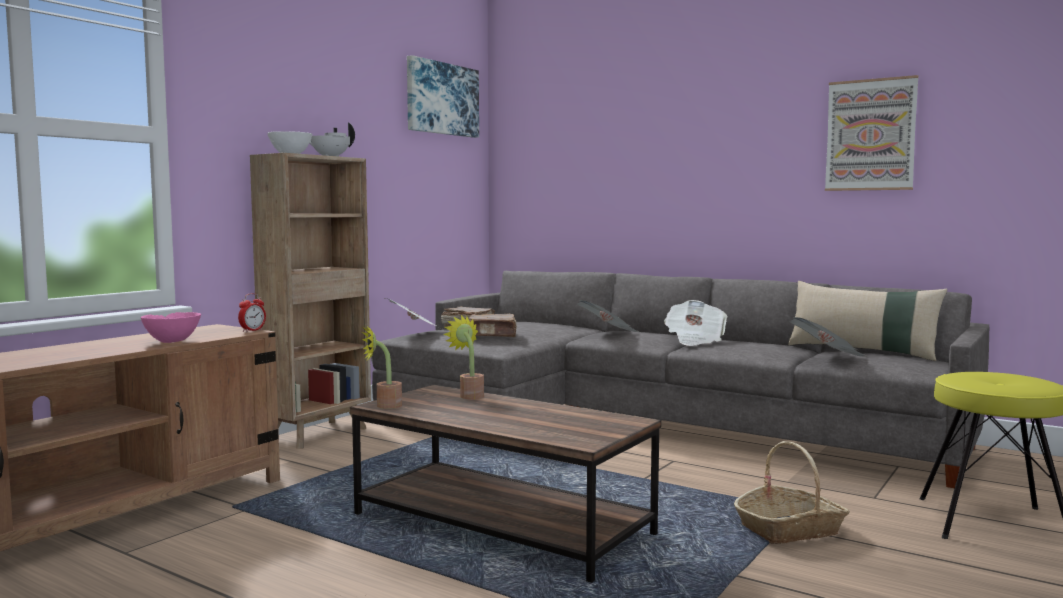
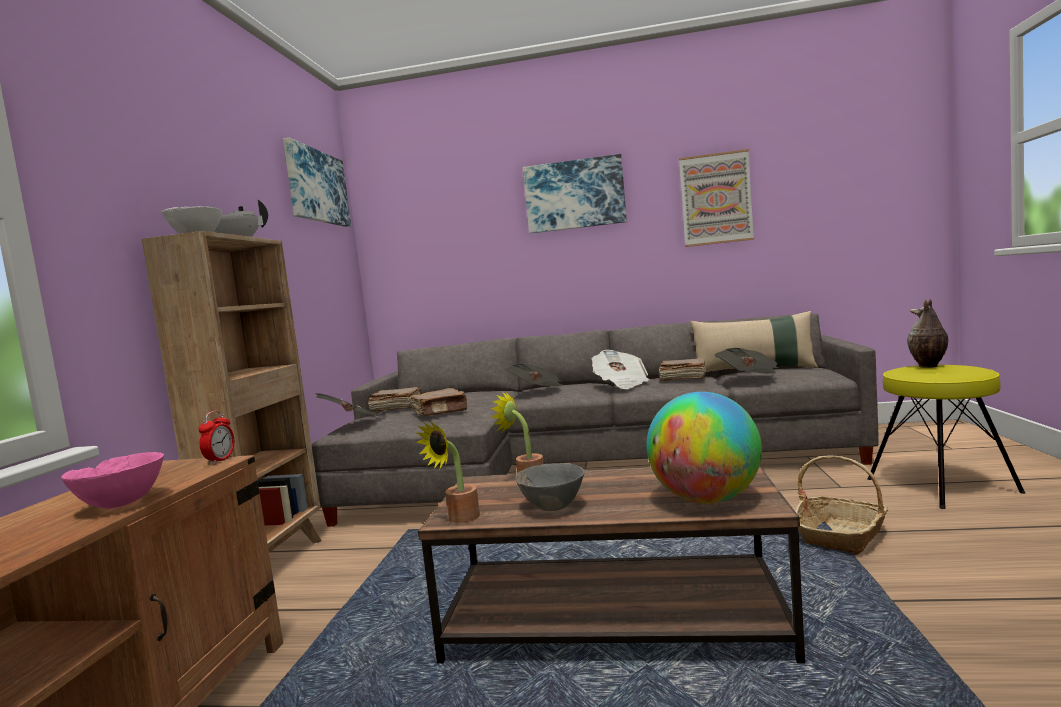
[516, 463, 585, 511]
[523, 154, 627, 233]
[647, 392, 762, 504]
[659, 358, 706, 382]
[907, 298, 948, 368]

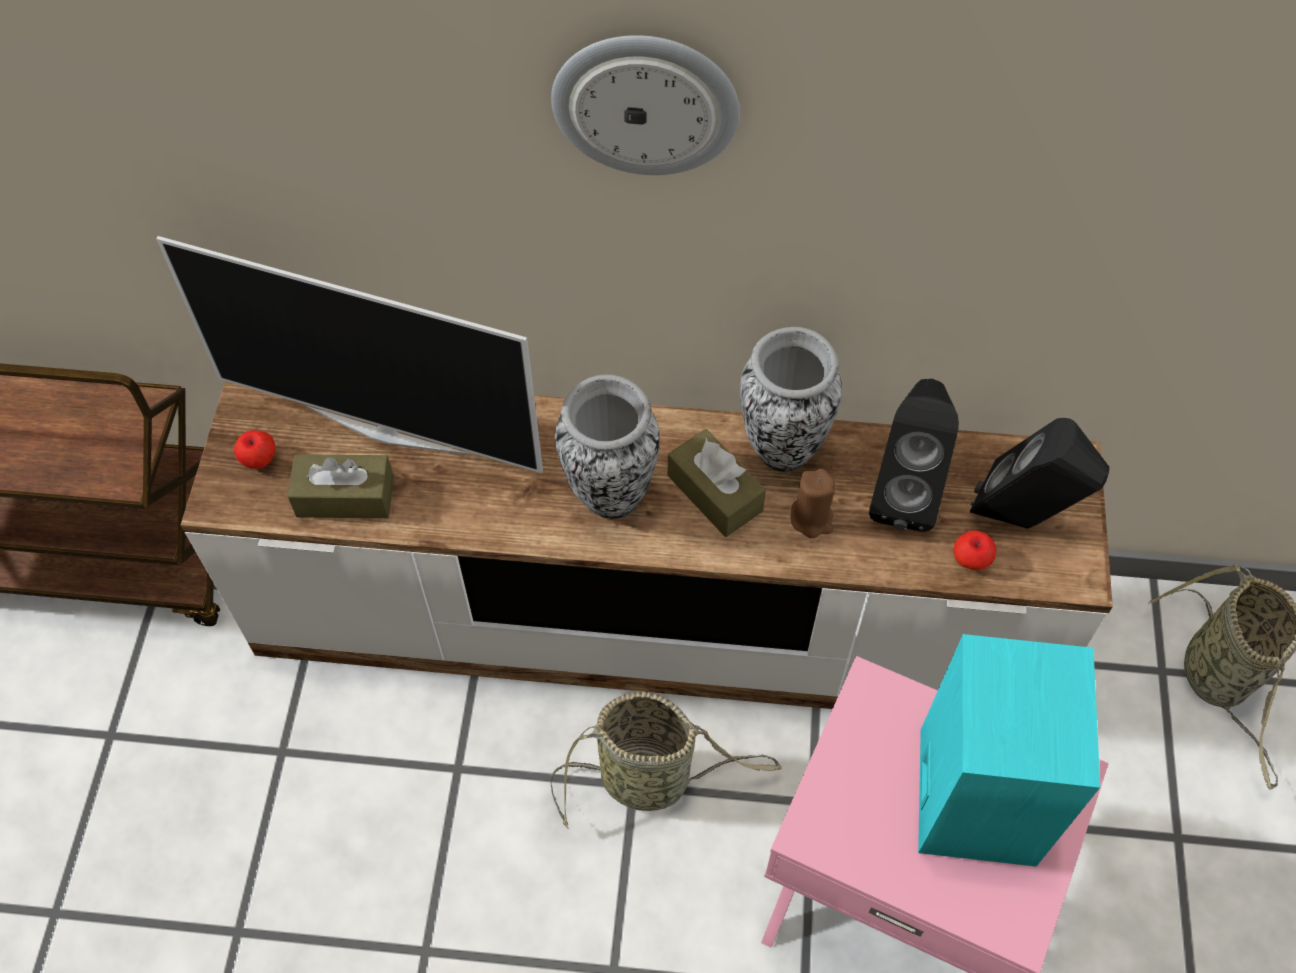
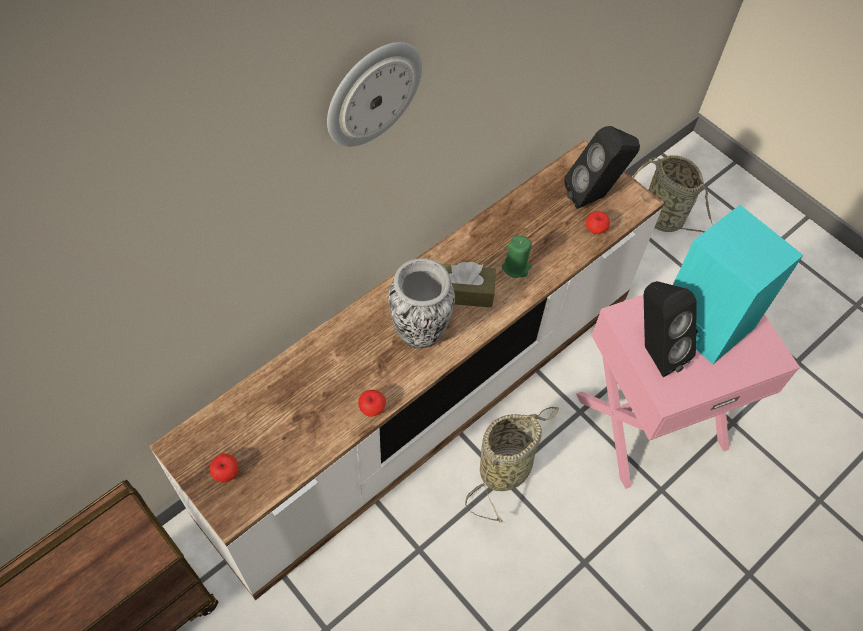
[156, 236, 543, 473] (first image)
[287, 454, 394, 518] (first image)
[740, 327, 842, 472] (first image)
[358, 390, 386, 417]
[644, 281, 697, 377]
[502, 236, 532, 278]

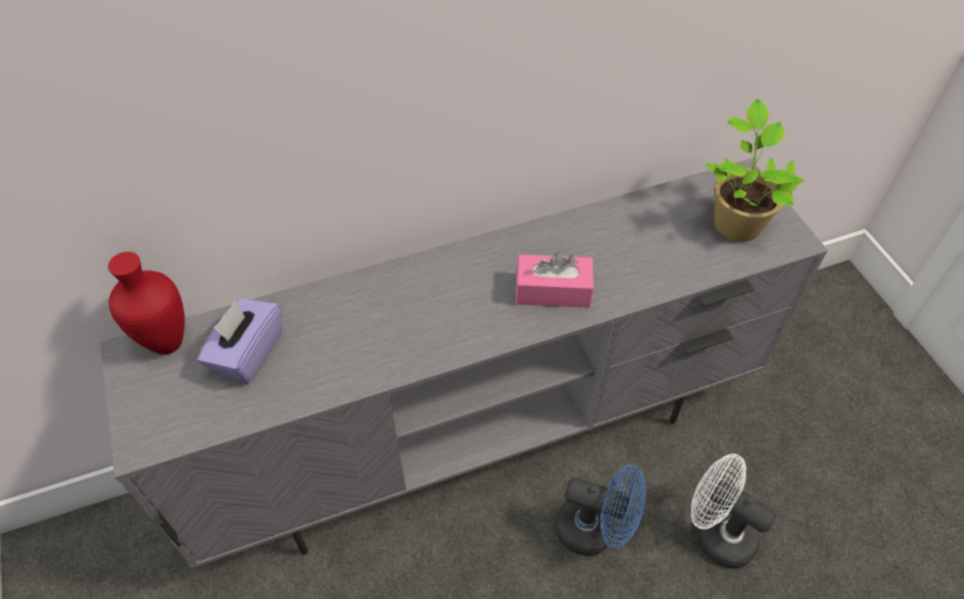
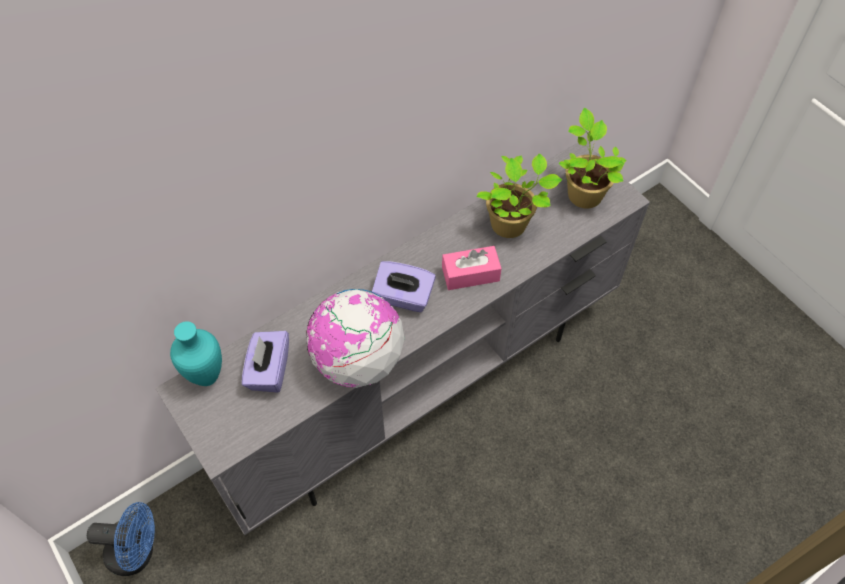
[691, 454, 776, 569] (first image)
[306, 289, 405, 388]
[372, 261, 436, 312]
[476, 153, 562, 238]
[87, 502, 155, 576]
[170, 321, 222, 386]

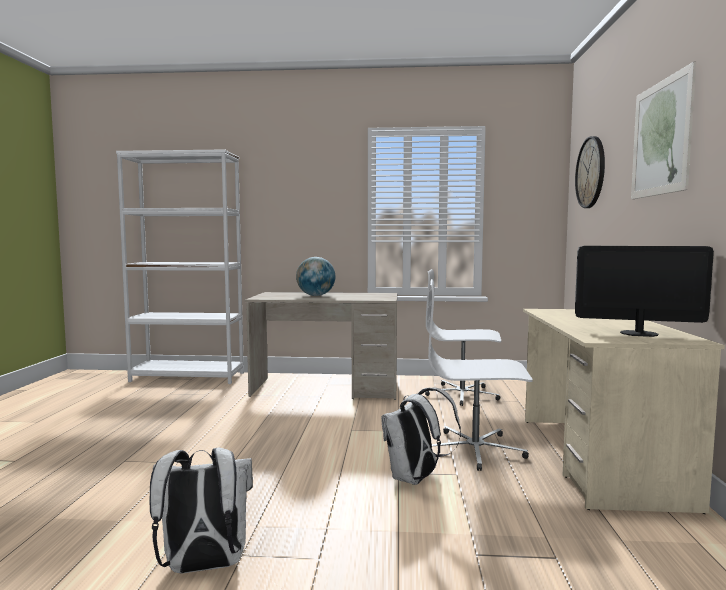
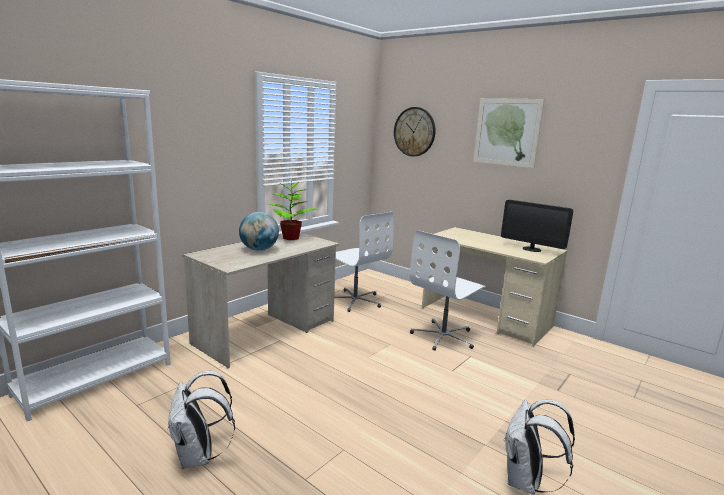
[268, 181, 316, 240]
[167, 371, 235, 469]
[334, 212, 394, 312]
[501, 200, 573, 252]

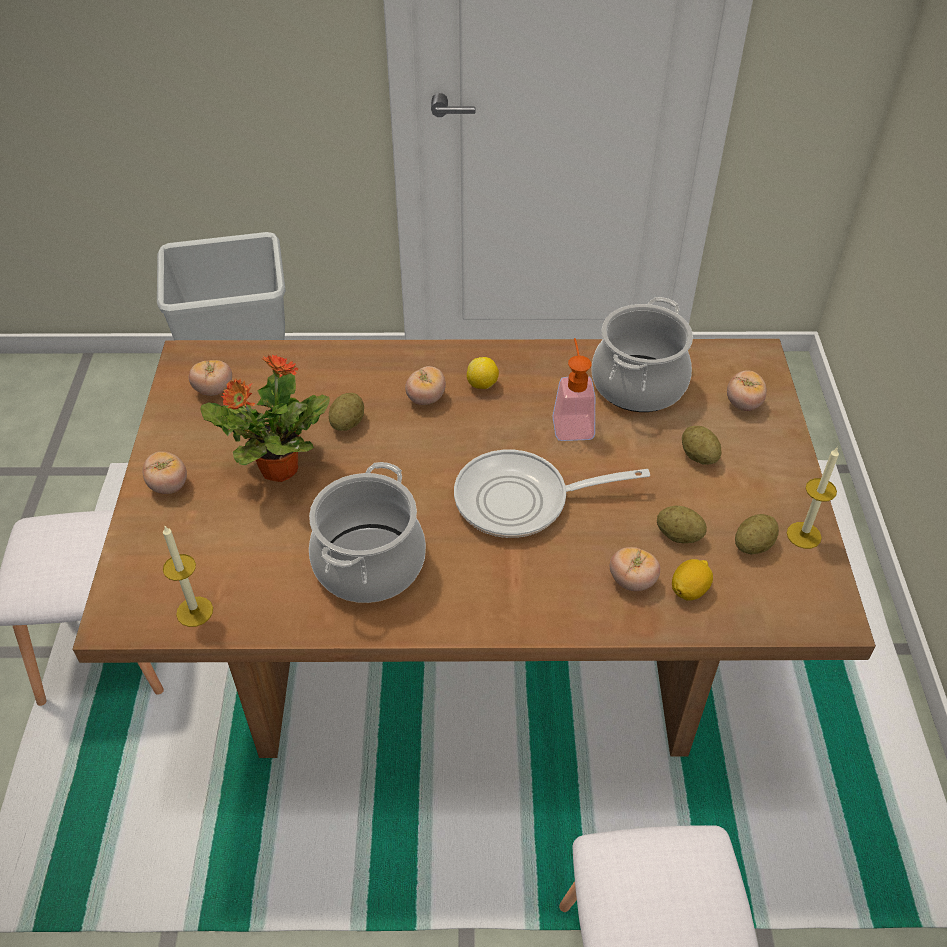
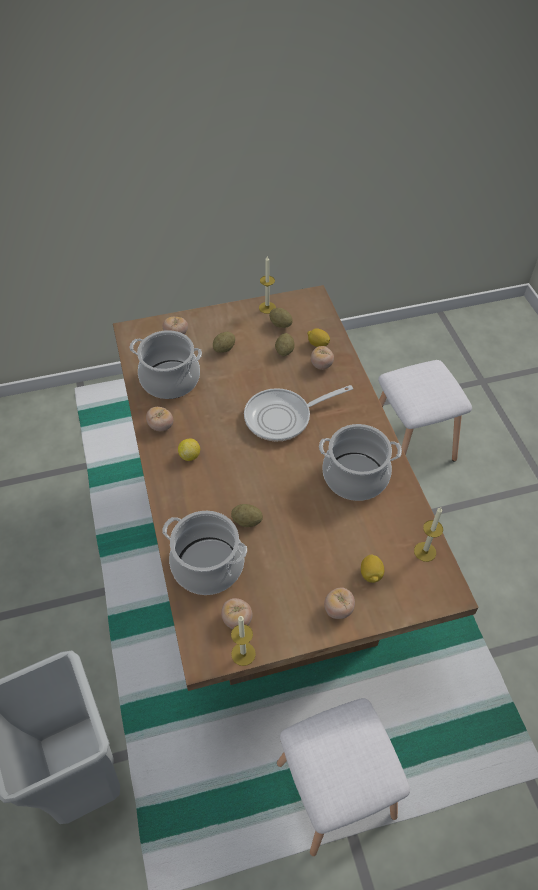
[200, 354, 330, 482] (first image)
[552, 338, 595, 441] (first image)
[162, 511, 247, 595]
[231, 616, 256, 666]
[361, 554, 384, 583]
[146, 407, 173, 431]
[244, 385, 353, 442]

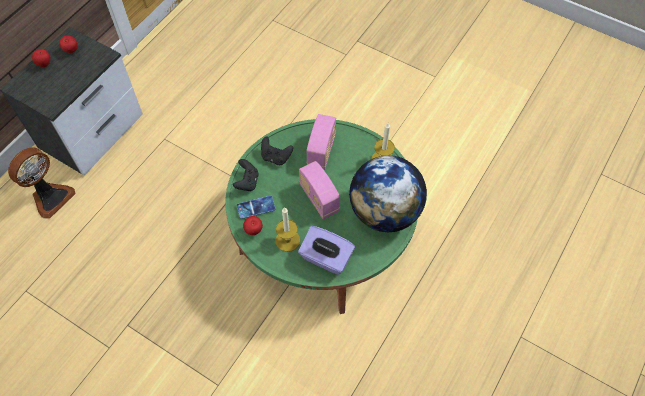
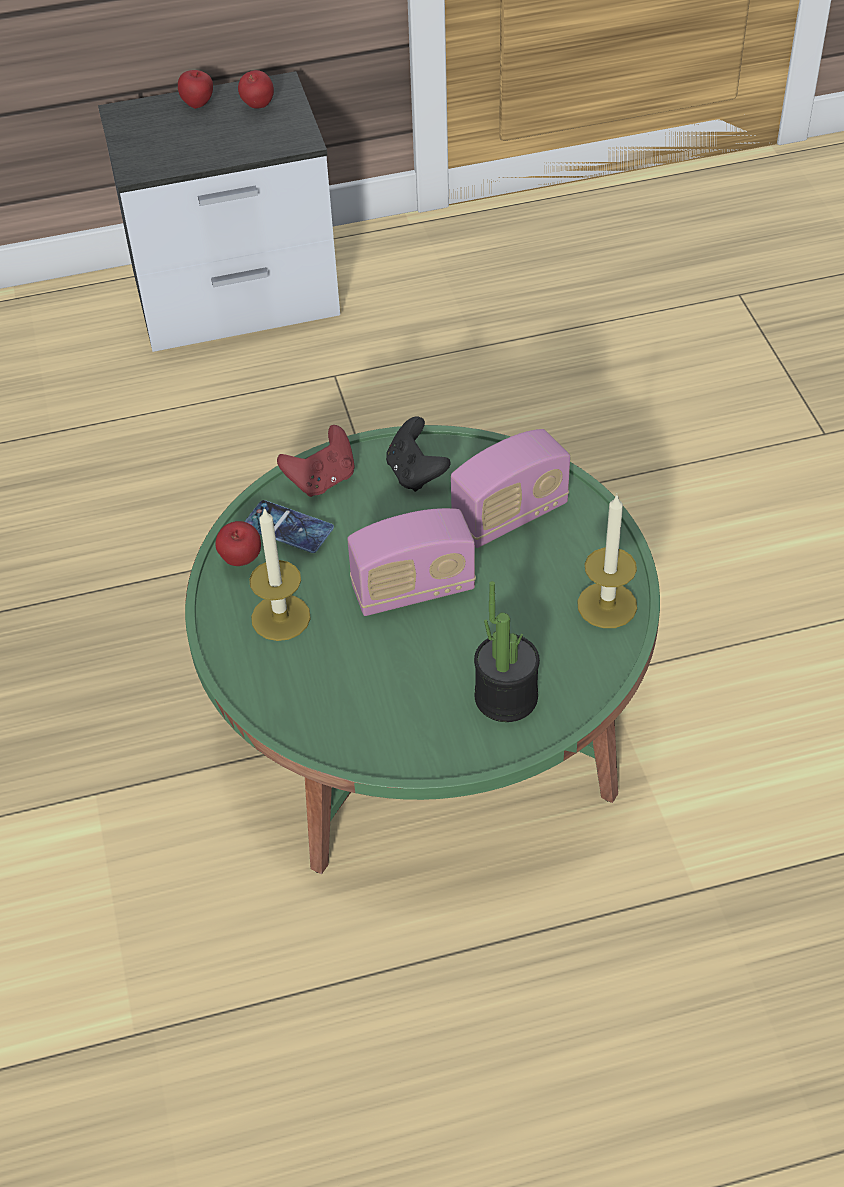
[8, 147, 76, 219] (first image)
[298, 226, 355, 275] (first image)
[474, 581, 540, 722]
[277, 425, 355, 497]
[347, 508, 476, 616]

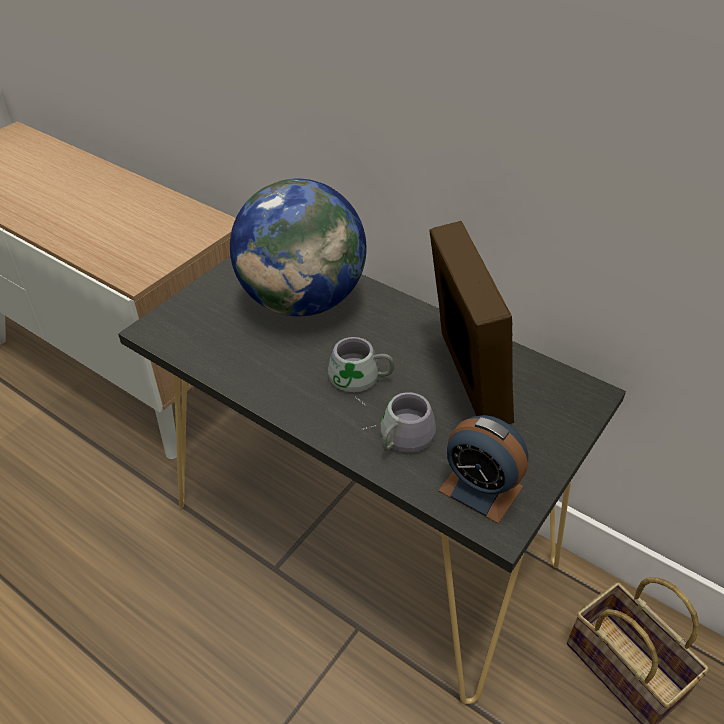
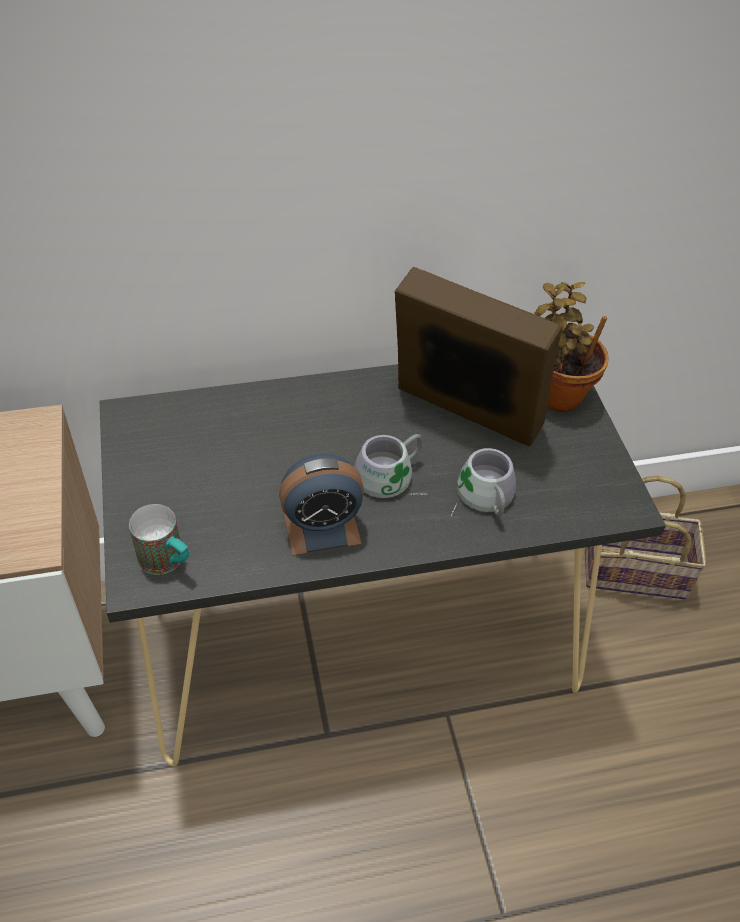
[230, 179, 366, 316] (first image)
[129, 504, 189, 575]
[535, 282, 609, 411]
[279, 454, 364, 556]

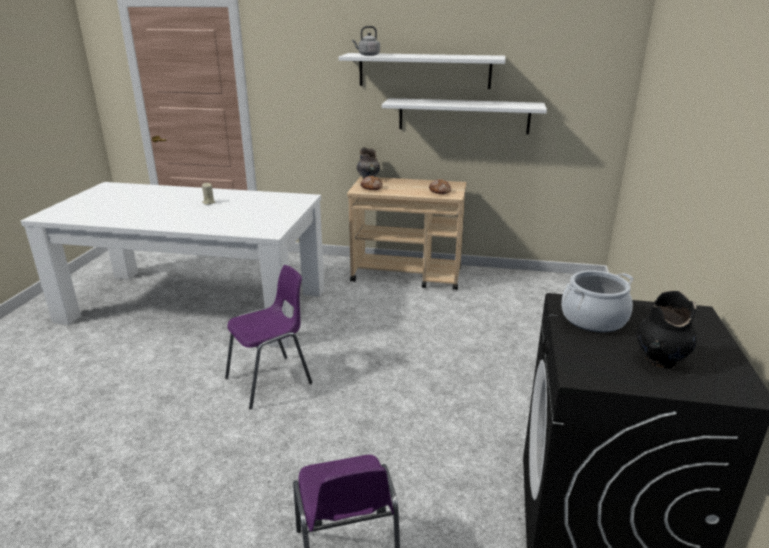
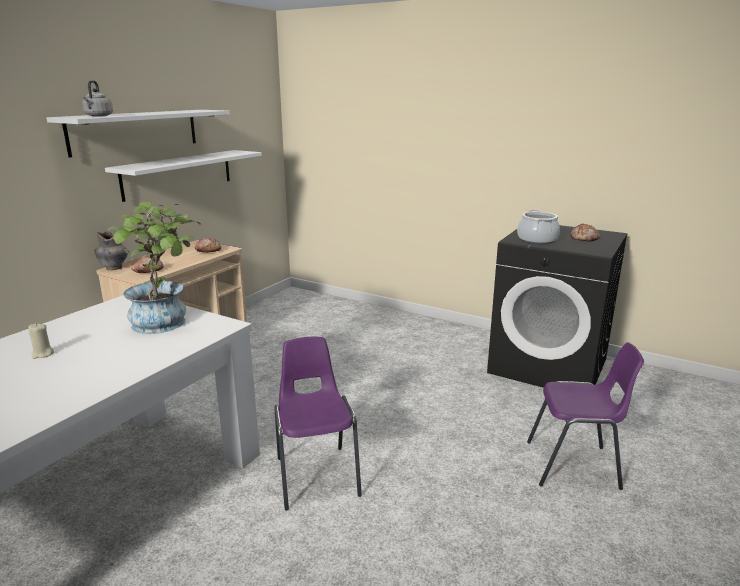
[106, 202, 201, 334]
[570, 224, 600, 242]

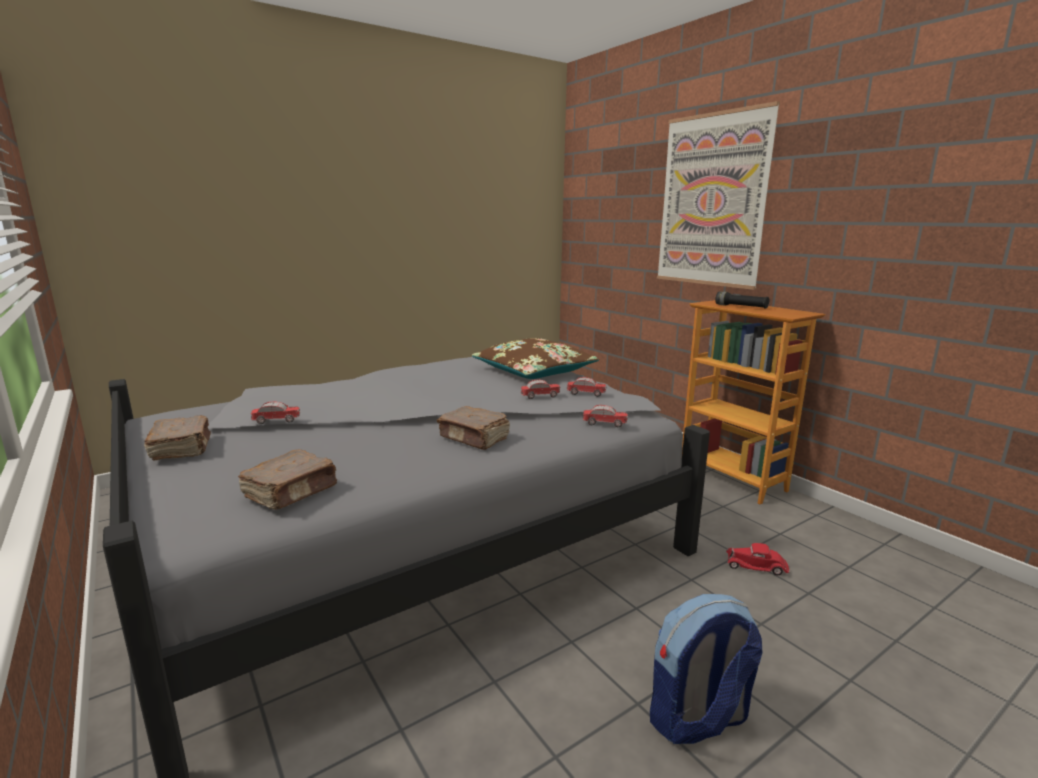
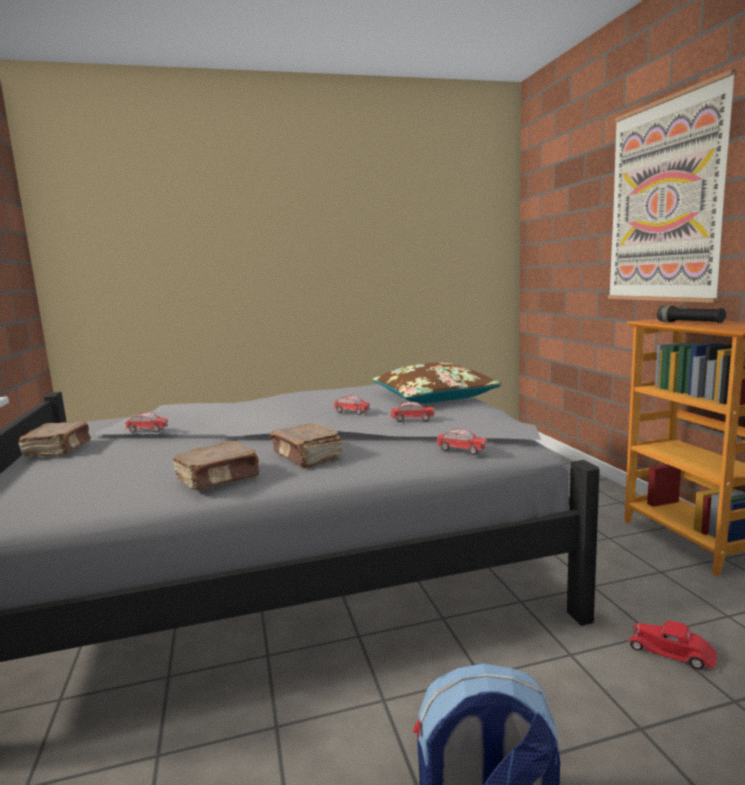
[173, 441, 260, 490]
[334, 395, 370, 415]

